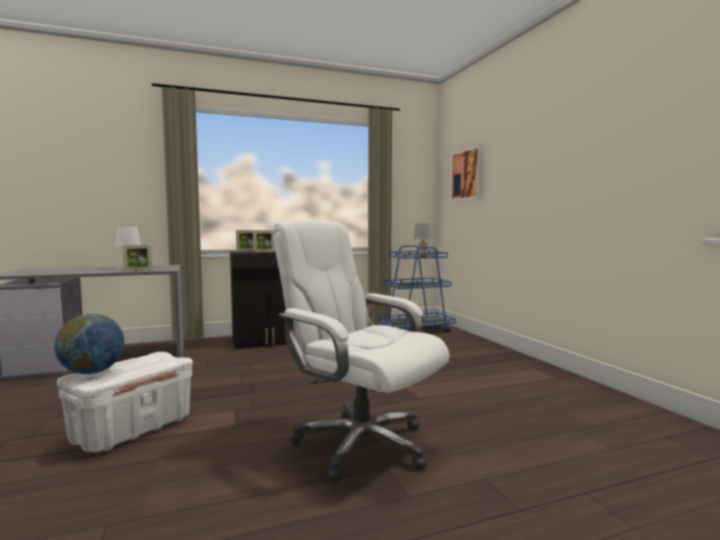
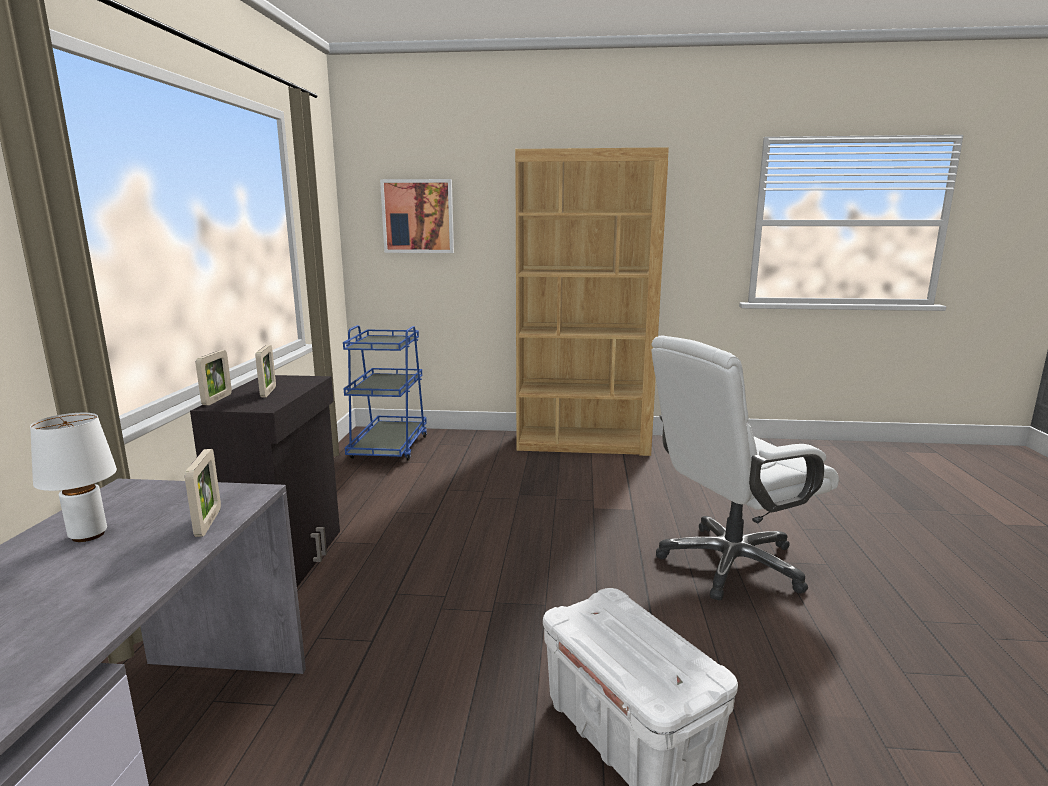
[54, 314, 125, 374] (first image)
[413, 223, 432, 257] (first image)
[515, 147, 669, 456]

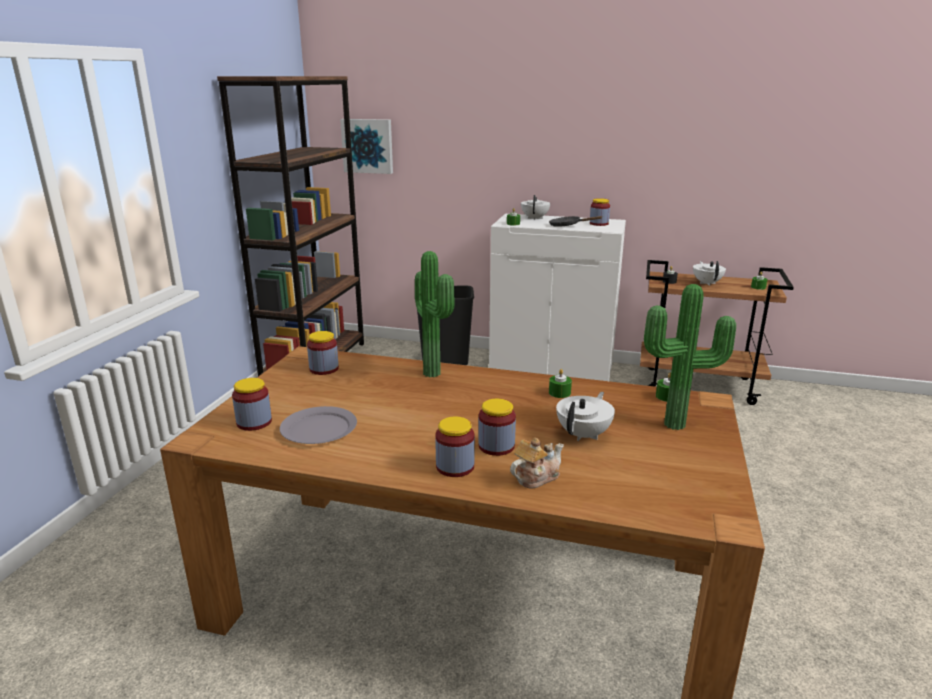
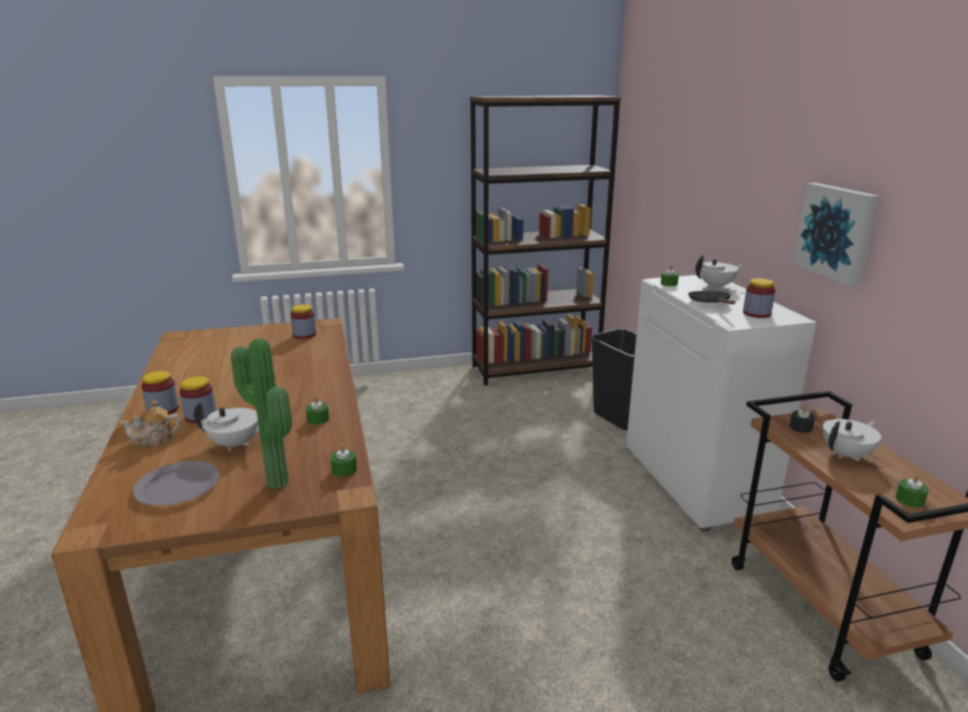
[232, 378, 272, 431] (first image)
[415, 251, 455, 377] (first image)
[133, 461, 220, 506]
[793, 183, 880, 286]
[121, 400, 180, 446]

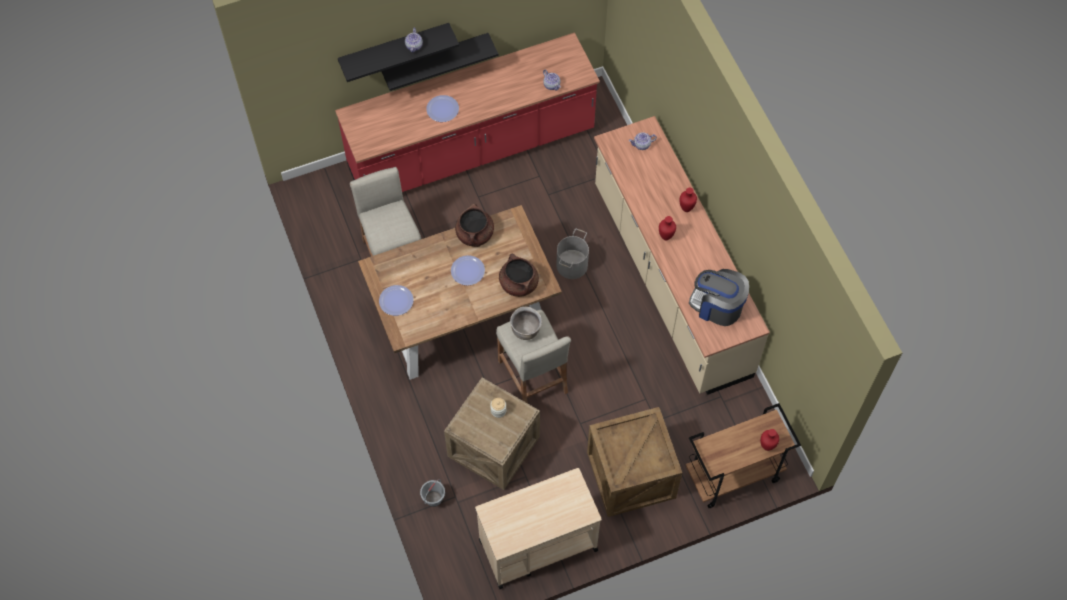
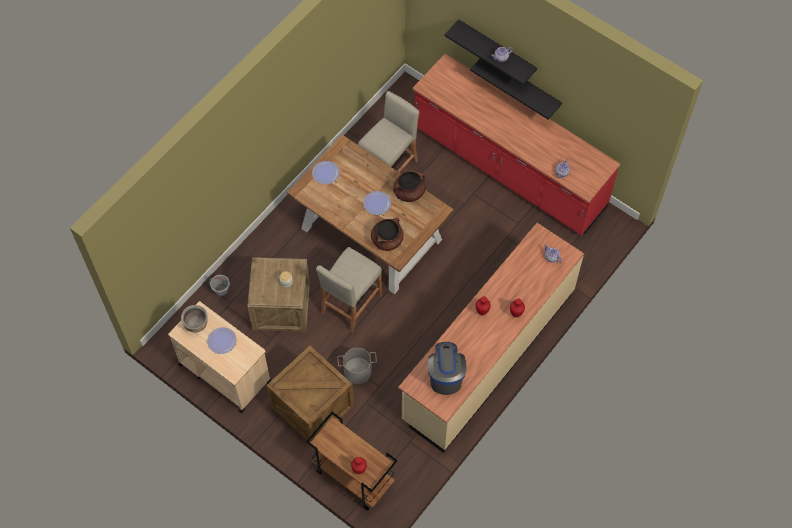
[207, 327, 237, 354]
[181, 305, 208, 333]
[337, 348, 377, 384]

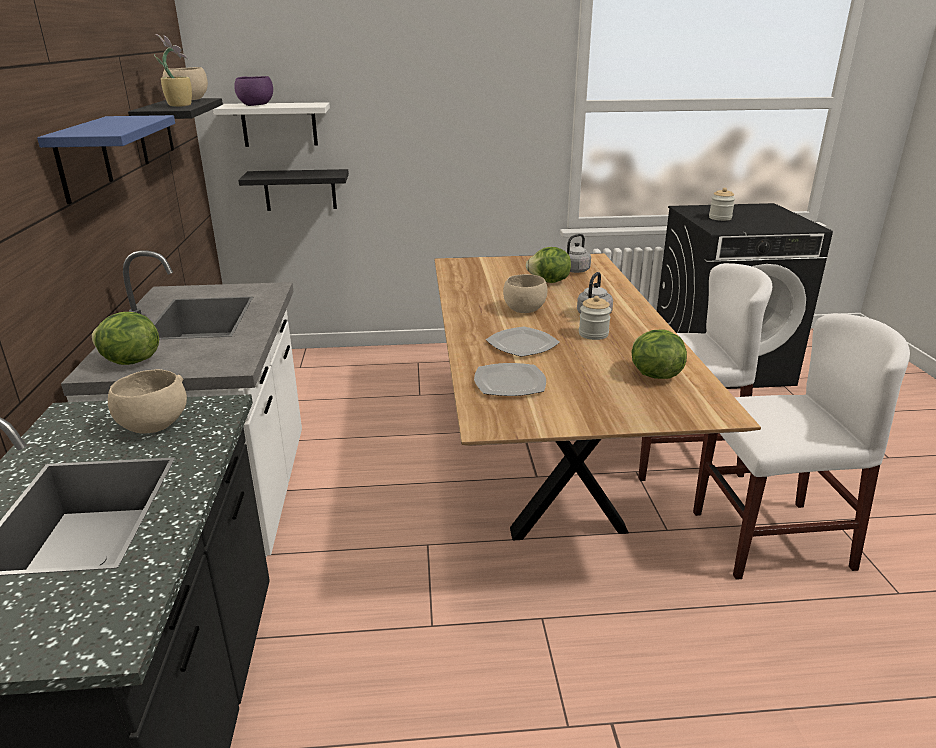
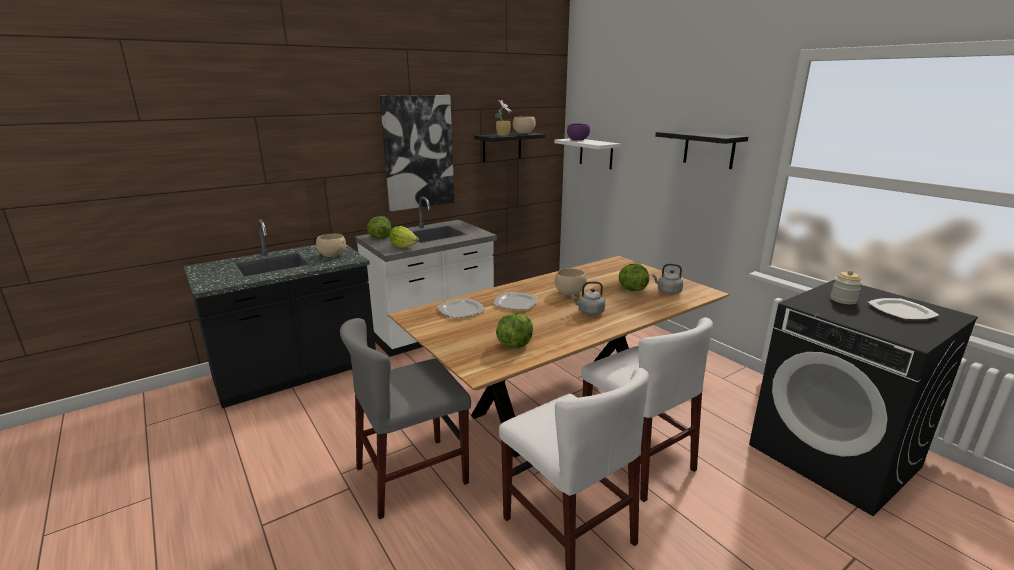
[579, 296, 611, 340] (first image)
[340, 318, 471, 519]
[389, 226, 419, 248]
[868, 298, 939, 320]
[655, 130, 748, 169]
[380, 95, 454, 211]

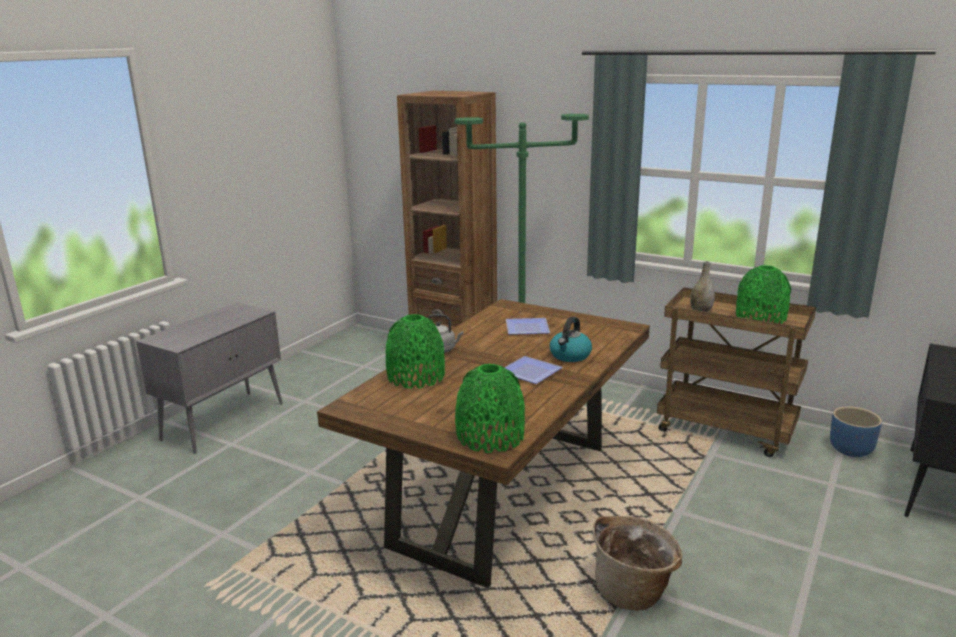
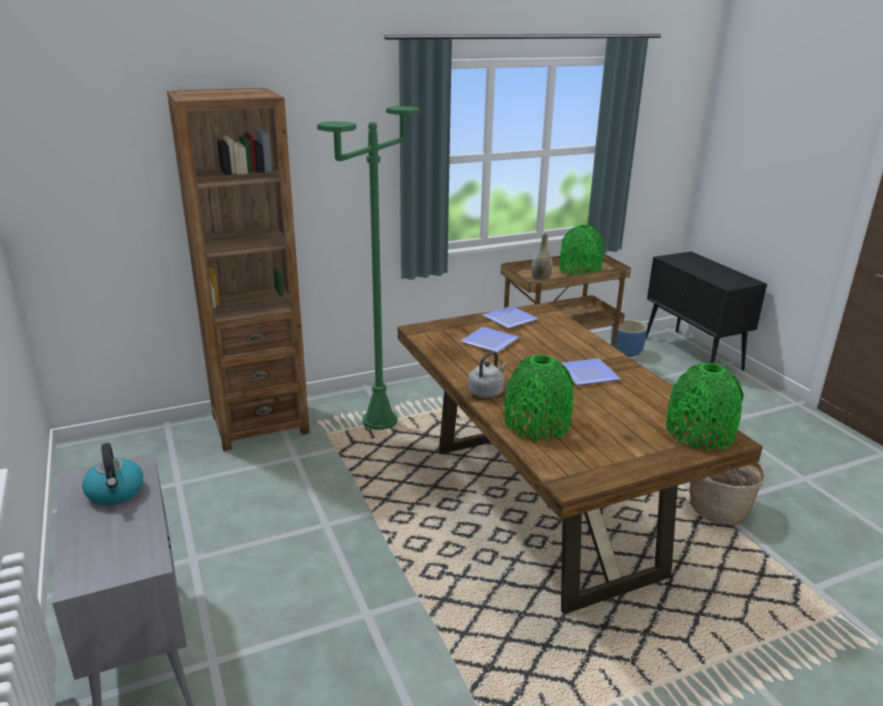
[482, 306, 539, 329]
[82, 443, 143, 505]

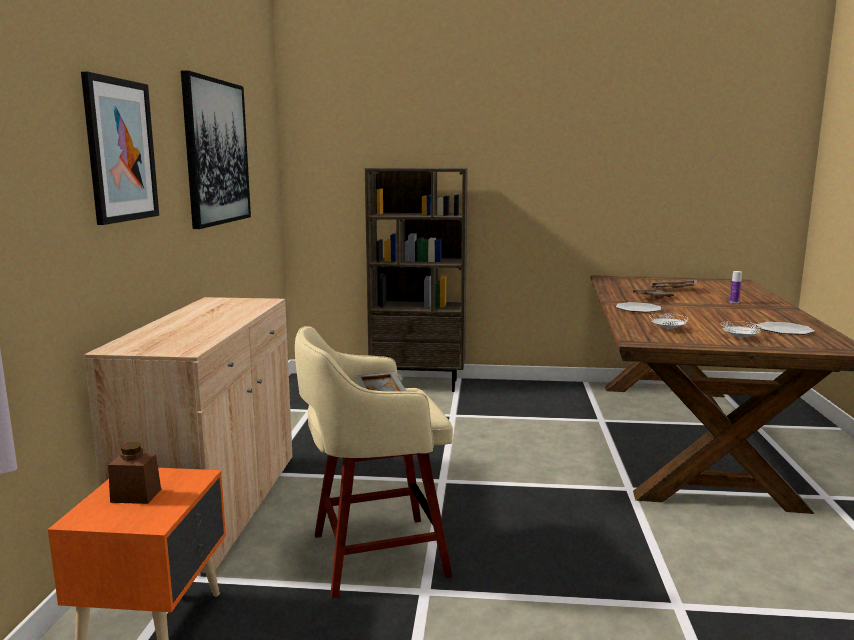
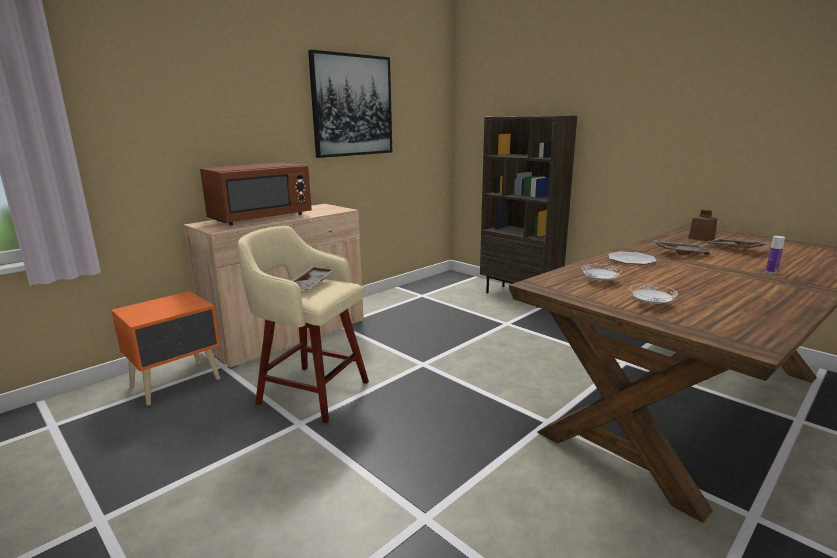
[81, 71, 159, 225] (first image)
[757, 322, 815, 335] (first image)
[200, 163, 312, 225]
[688, 210, 718, 241]

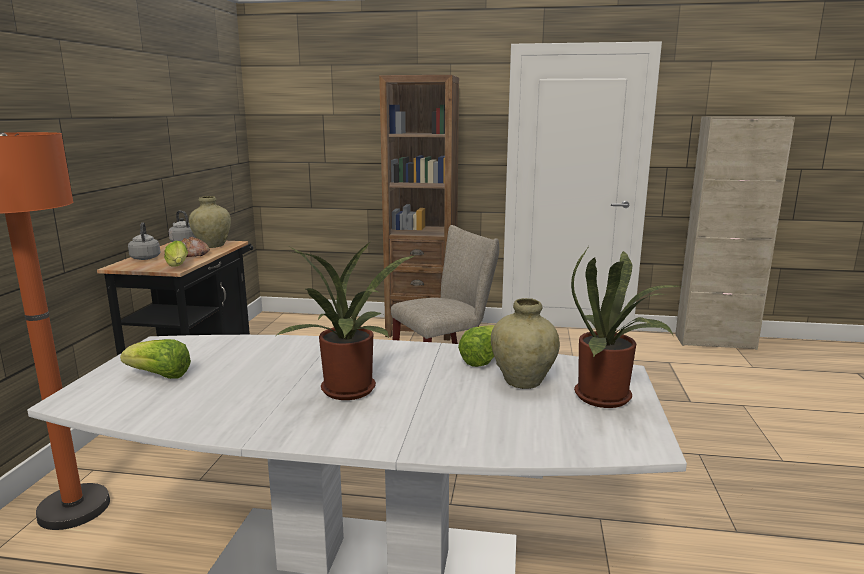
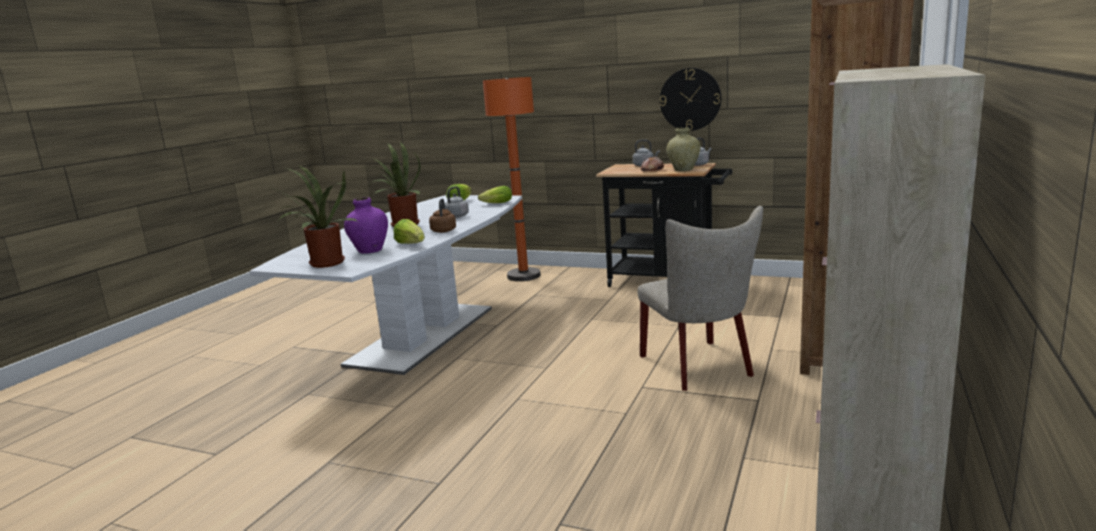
[429, 199, 456, 233]
[445, 186, 469, 218]
[660, 68, 721, 131]
[478, 186, 512, 203]
[344, 197, 388, 254]

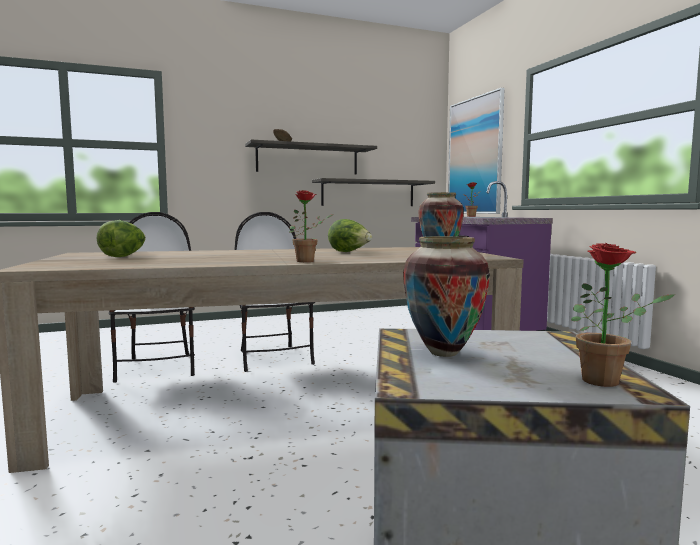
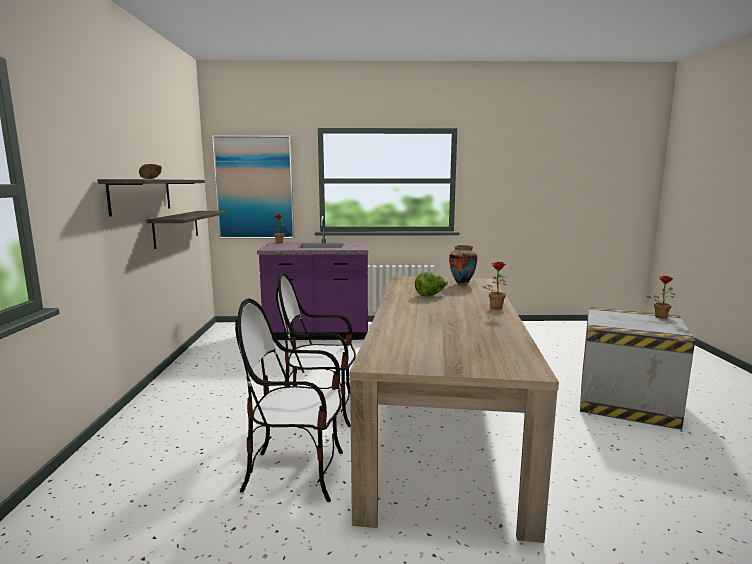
[96, 220, 146, 257] (first image)
[403, 236, 490, 357] (first image)

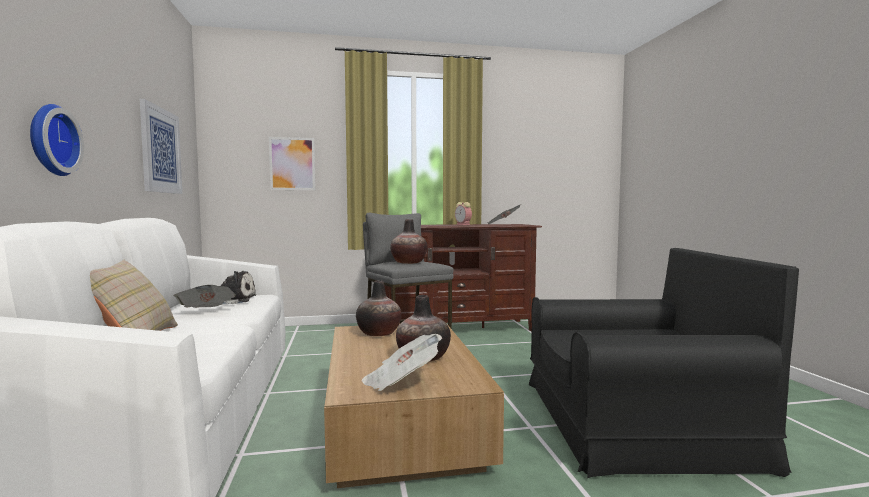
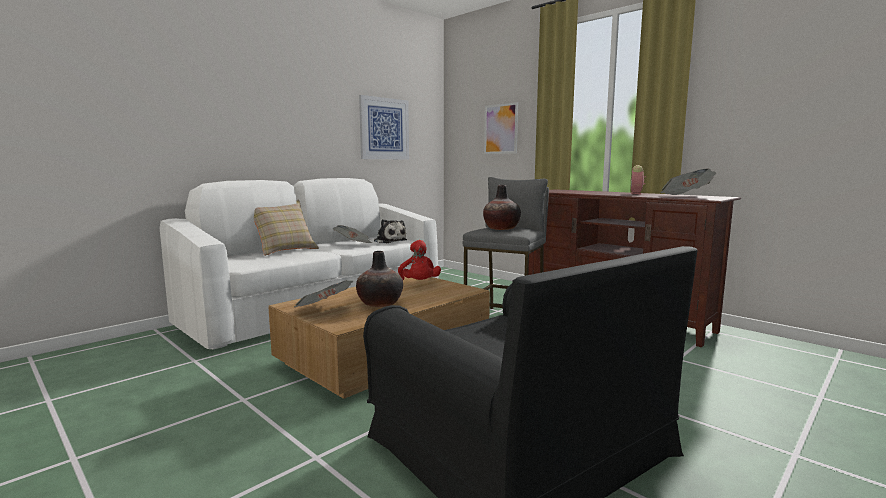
[30, 104, 84, 176] (first image)
[398, 240, 441, 280]

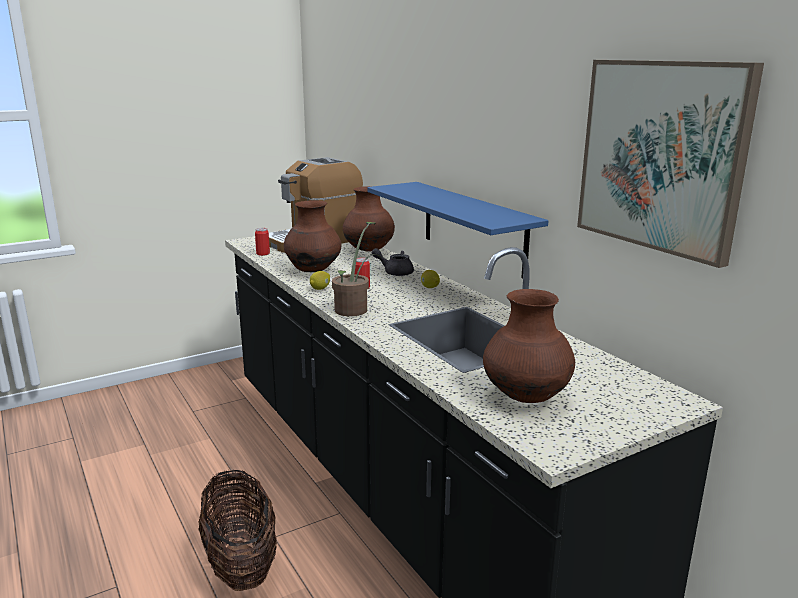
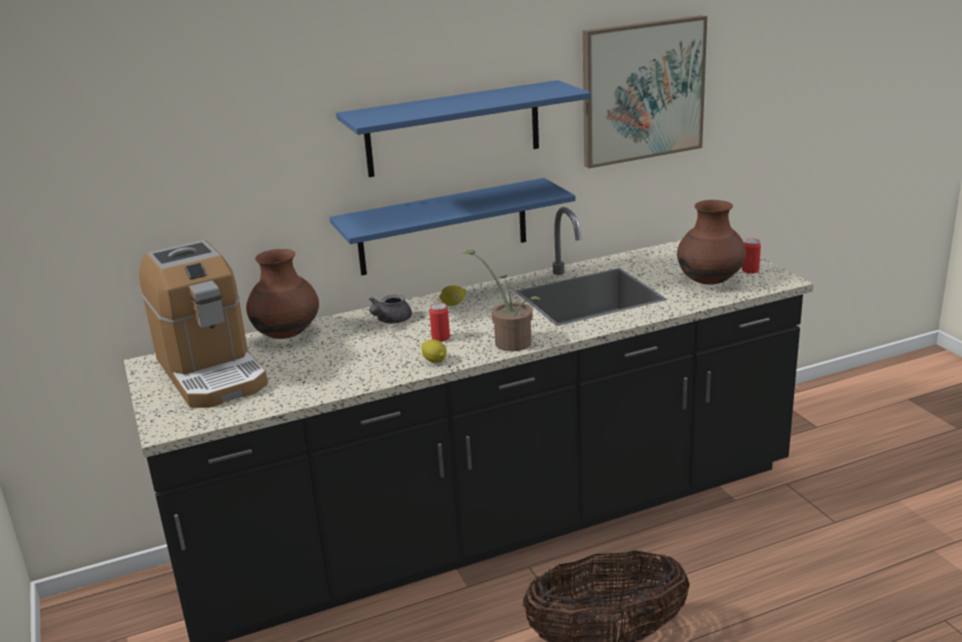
[284, 200, 341, 272] (first image)
[336, 80, 591, 177]
[742, 238, 761, 274]

